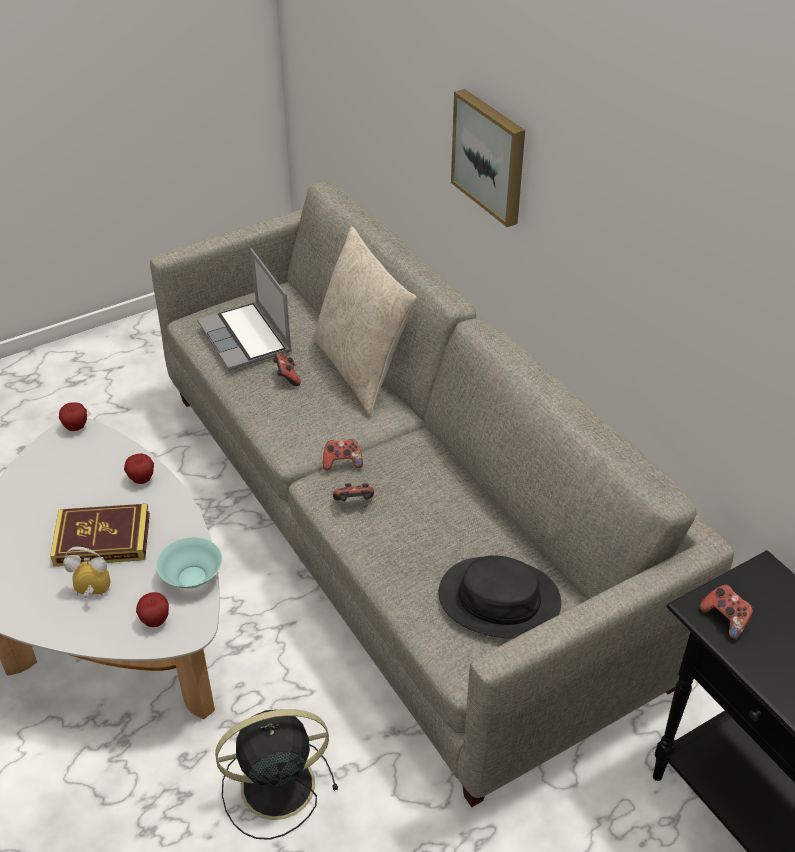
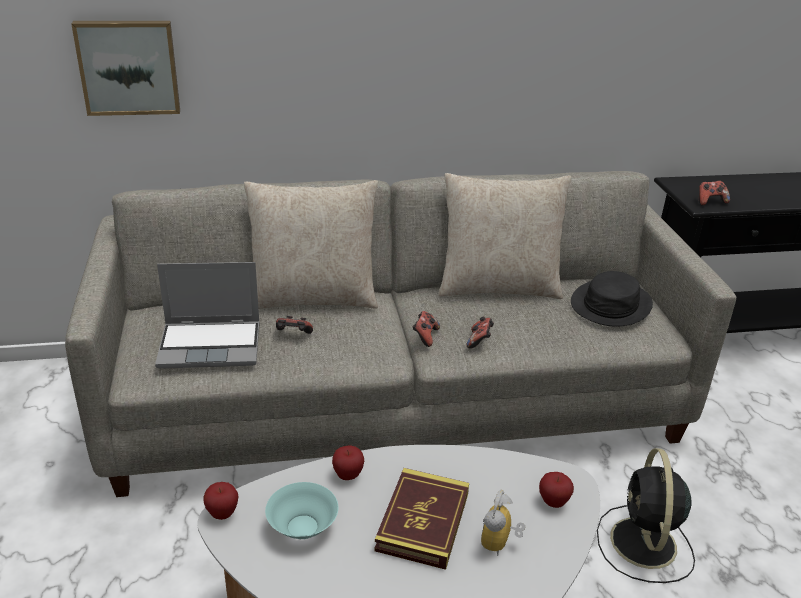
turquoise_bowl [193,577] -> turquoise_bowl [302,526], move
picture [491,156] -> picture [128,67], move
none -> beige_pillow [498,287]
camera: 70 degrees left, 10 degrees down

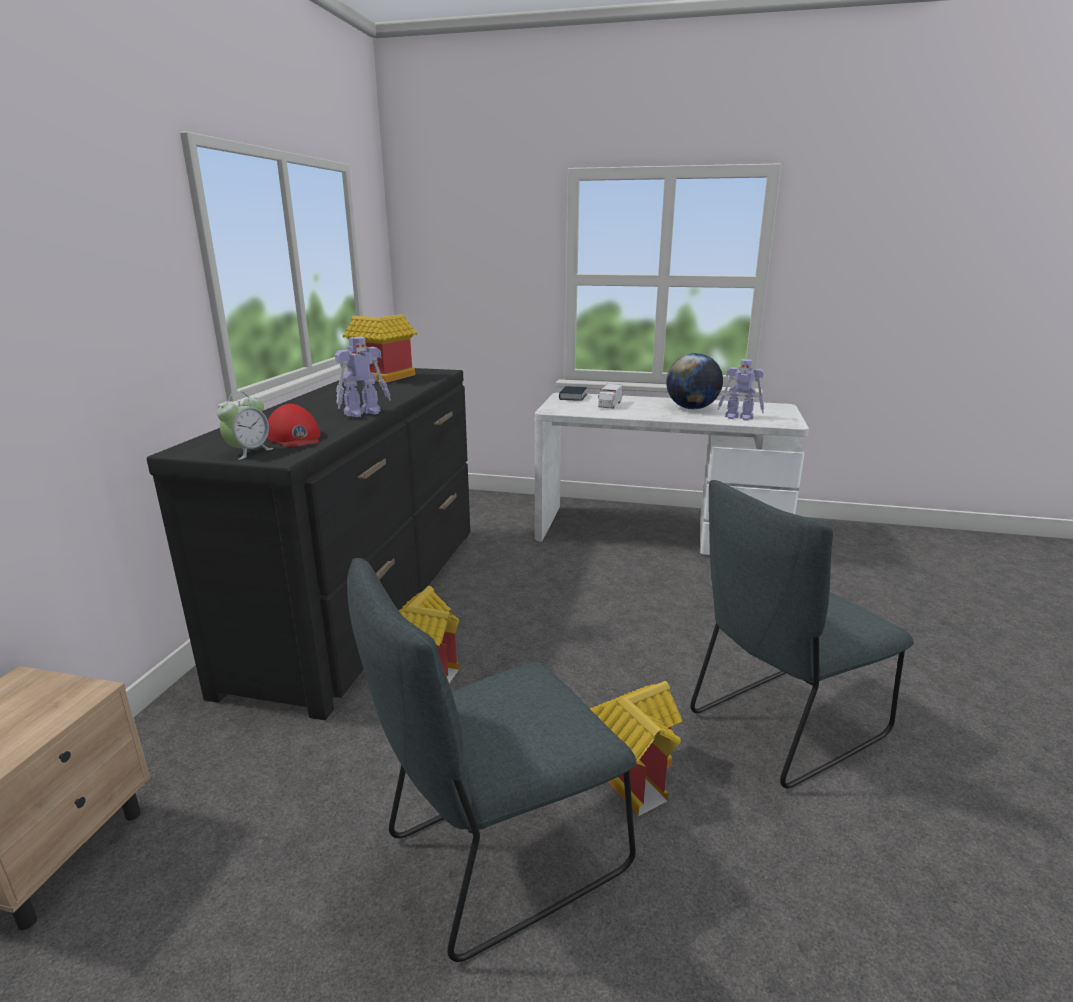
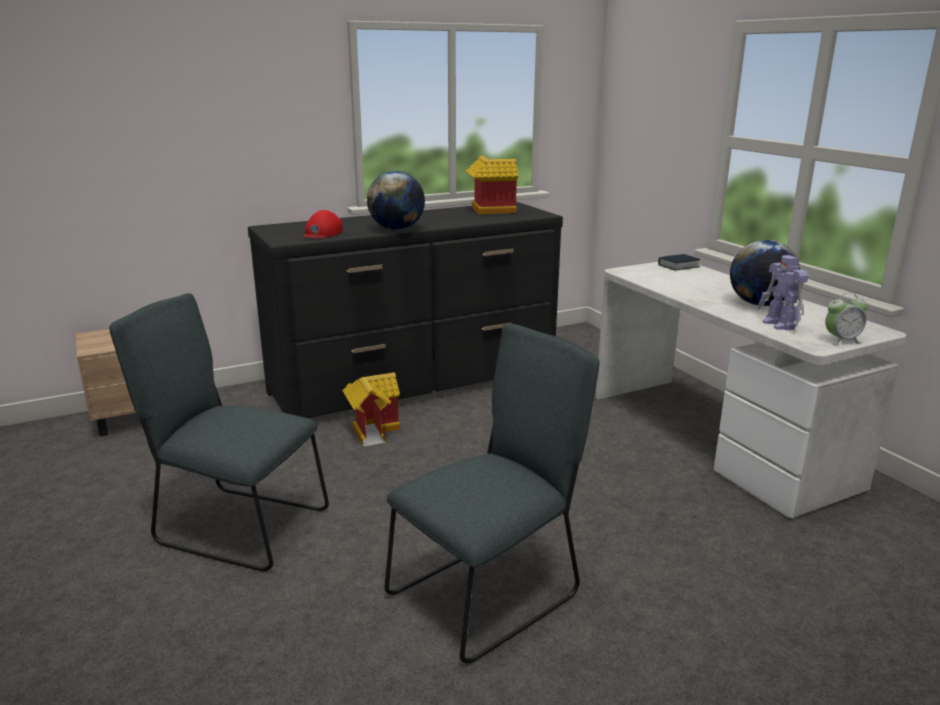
alarm_clock [249,452] -> alarm_clock [841,340], move
toy_robot [364,412] -> globe [397,229]
toy_house [632,773] -> none
toy_truck [609,405] -> none
grey_chair [780,727] -> grey_chair [490,592], 120 degrees clockwise
camera: 50 degrees right, 0 degrees up

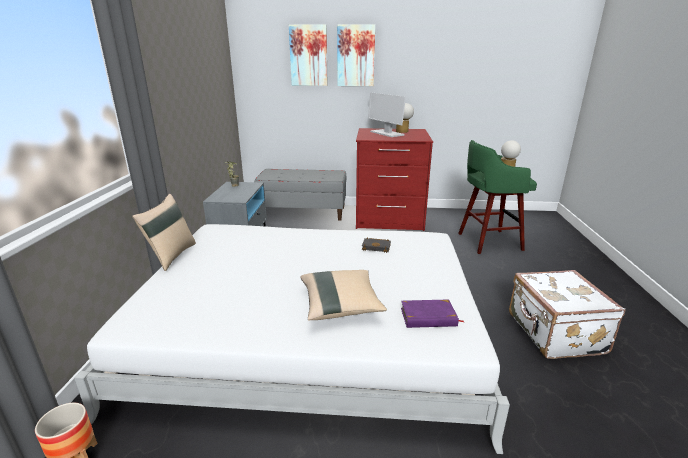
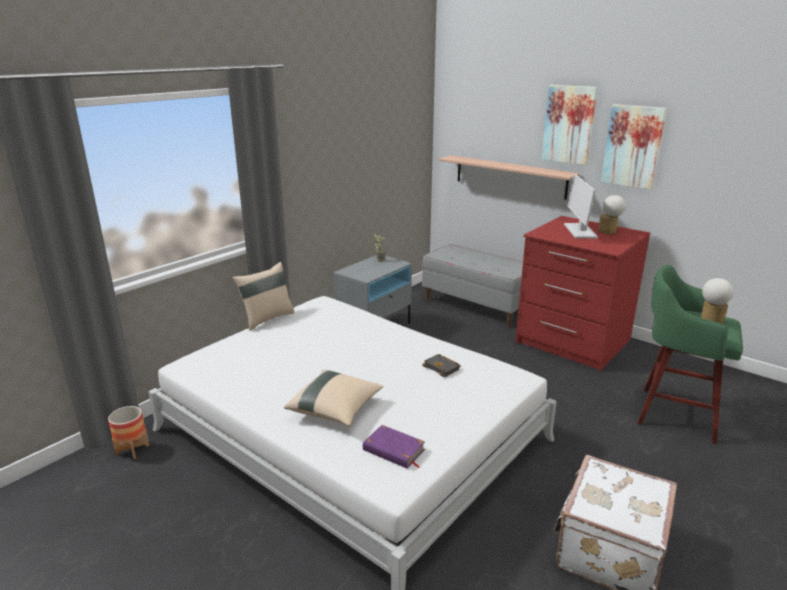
picture [308,55] -> picture [633,146], move
none -> shelf [510,176]
camera: 35 degrees right, 0 degrees up

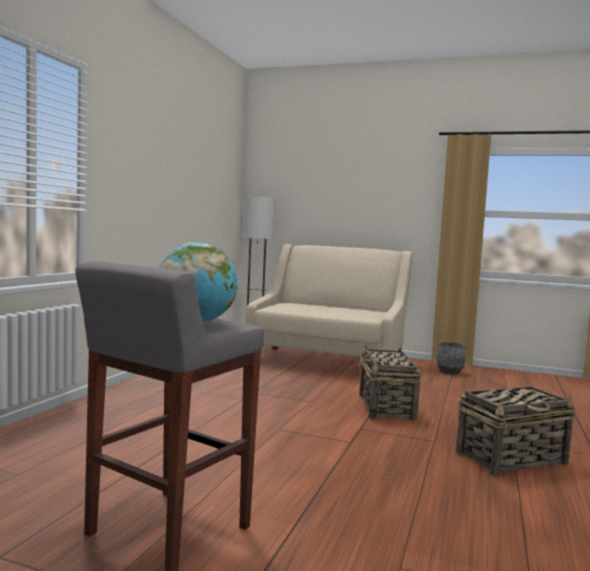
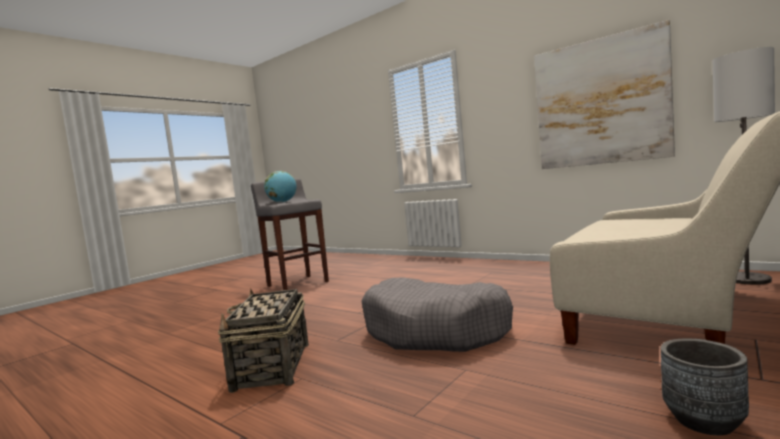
basket [386,407] -> grey_dog_bed [437,331]
none -> picture [599,102]
camera: 110 degrees right, 0 degrees up

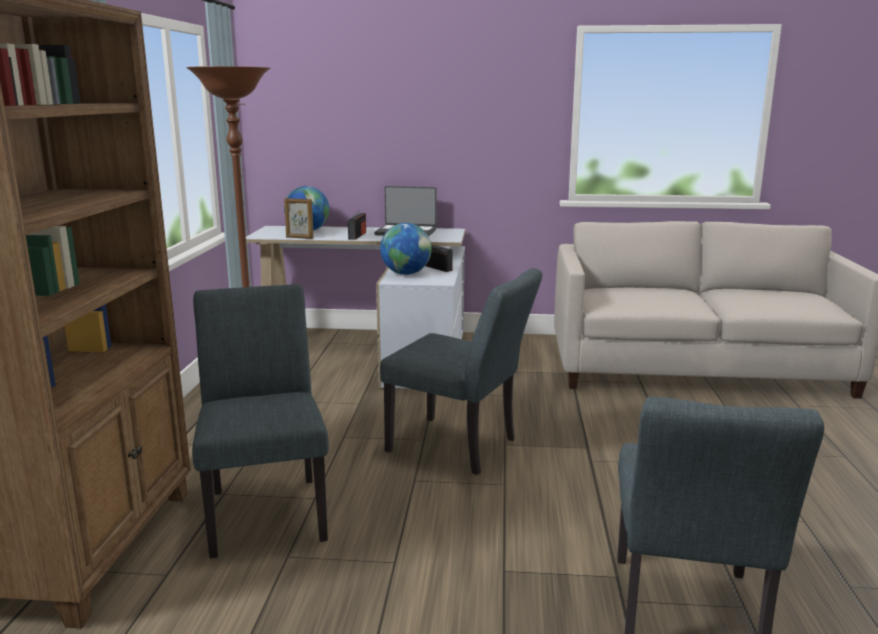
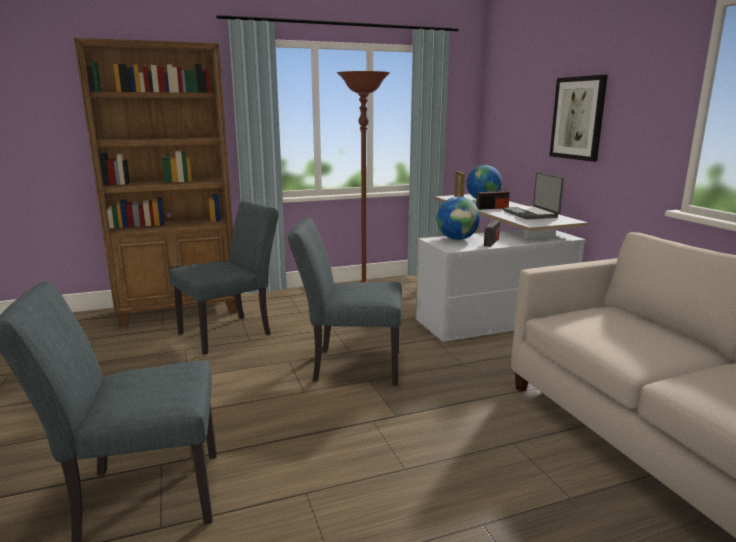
grey_chair [461,447] -> grey_chair [349,366], 90 degrees clockwise
none -> picture [578,118]
camera: 65 degrees right, 0 degrees up

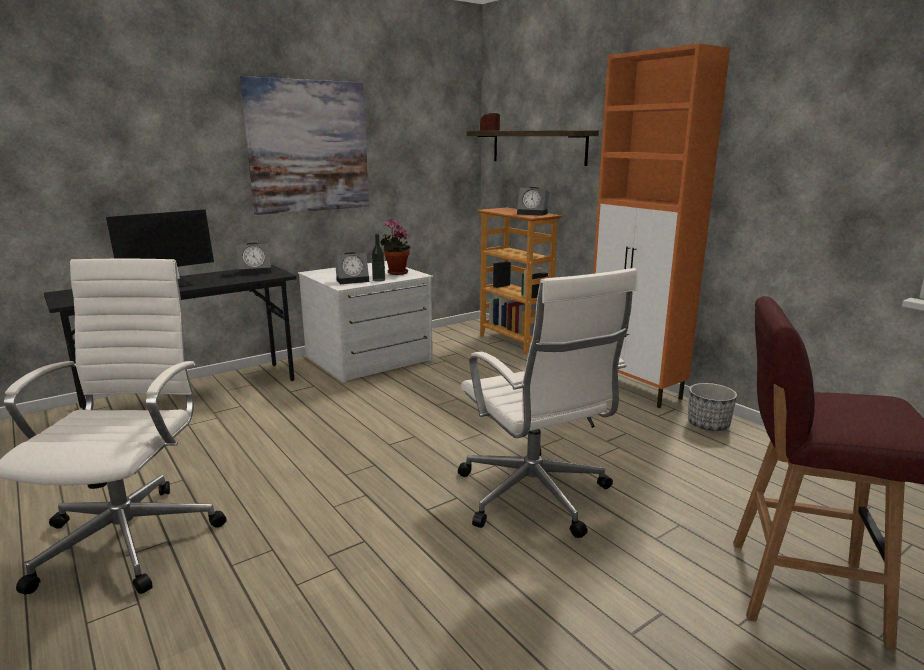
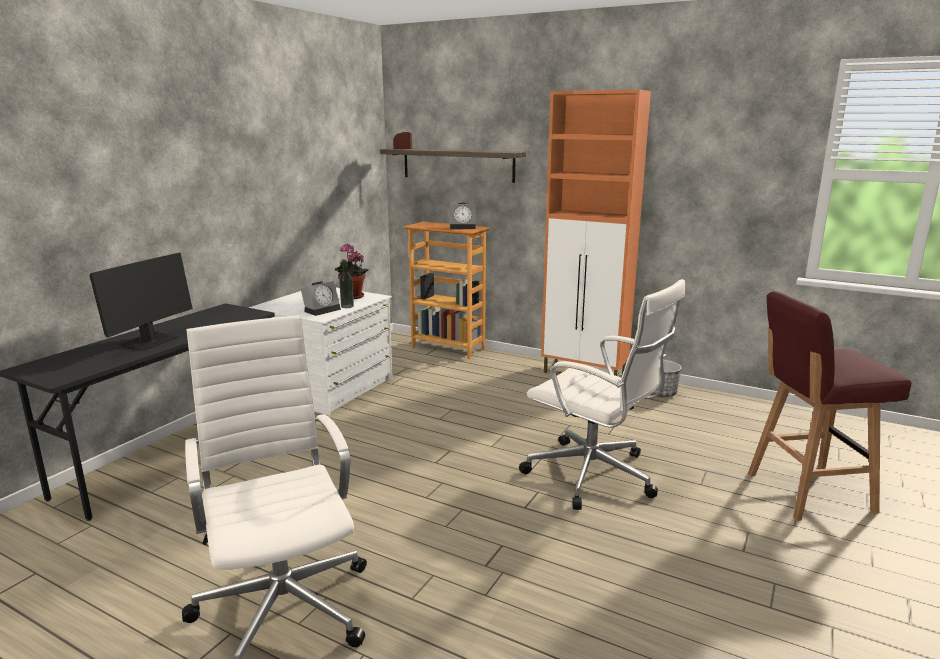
alarm_clock [256,271] -> none
picture [309,147] -> none
camera: 25 degrees left, 0 degrees up

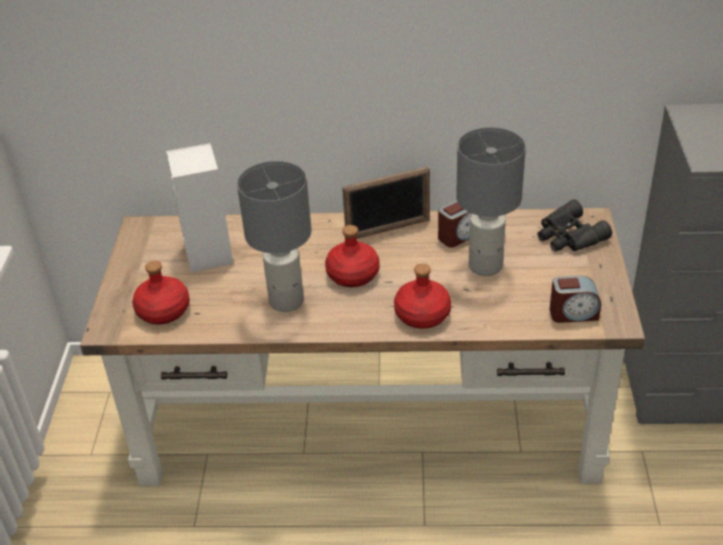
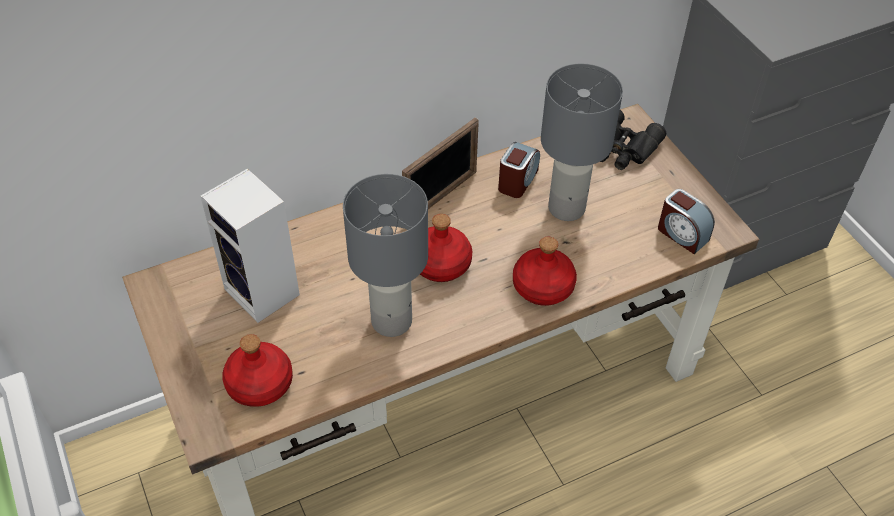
alarm_clock [573,313] -> alarm_clock [682,234], 75 degrees clockwise
camera: 30 degrees left, 10 degrees up

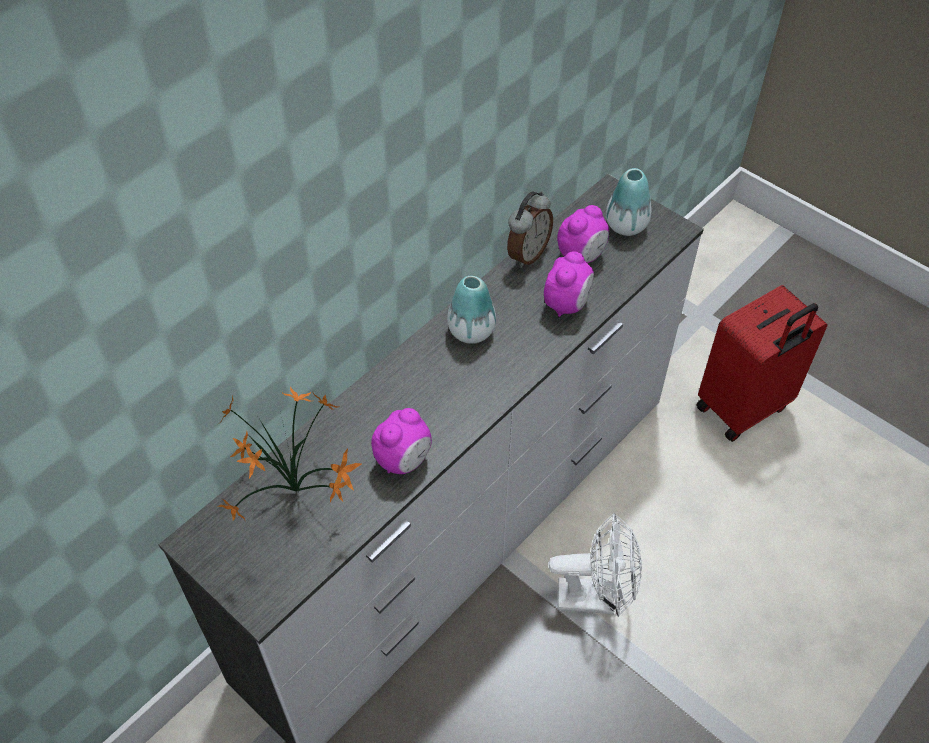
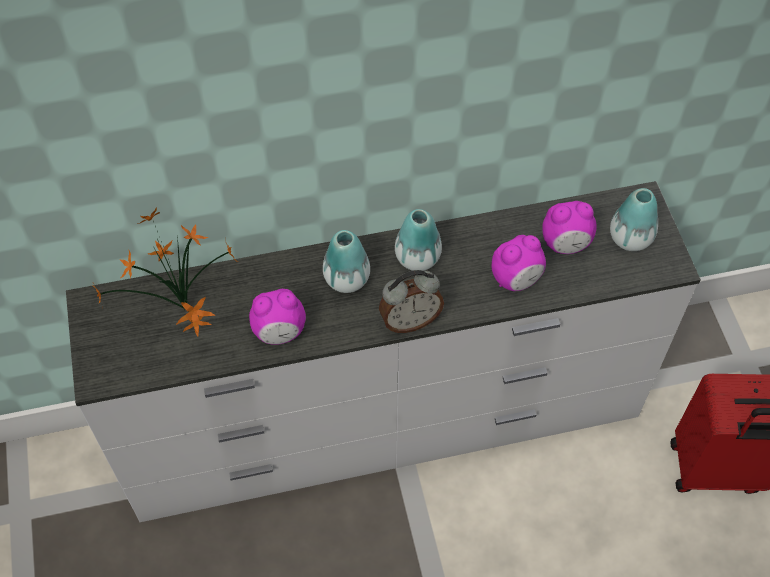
alarm_clock [527,254] -> alarm_clock [410,320], move
white_fan [595,597] -> none
none -> vase [347,279]
camera: 35 degrees right, 5 degrees up

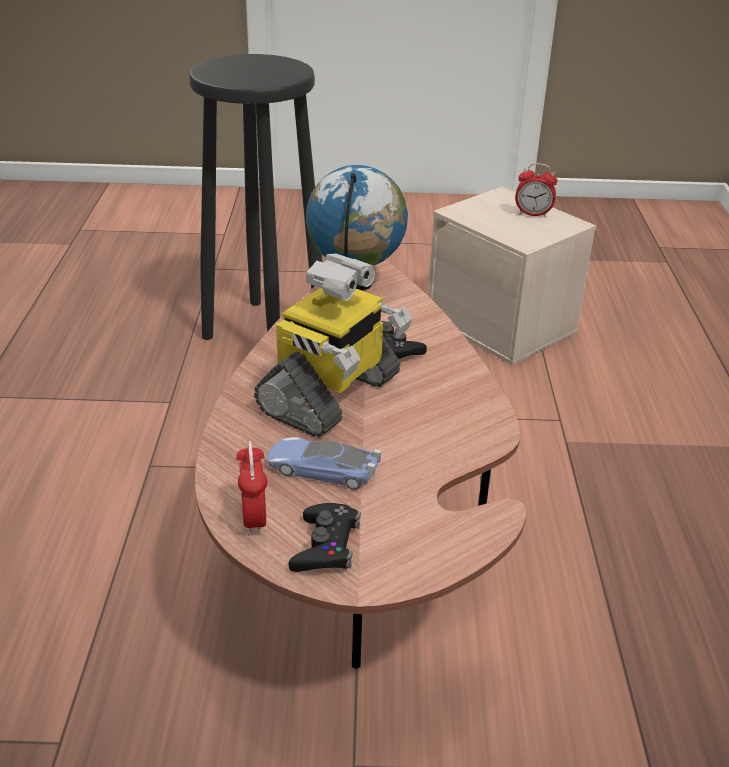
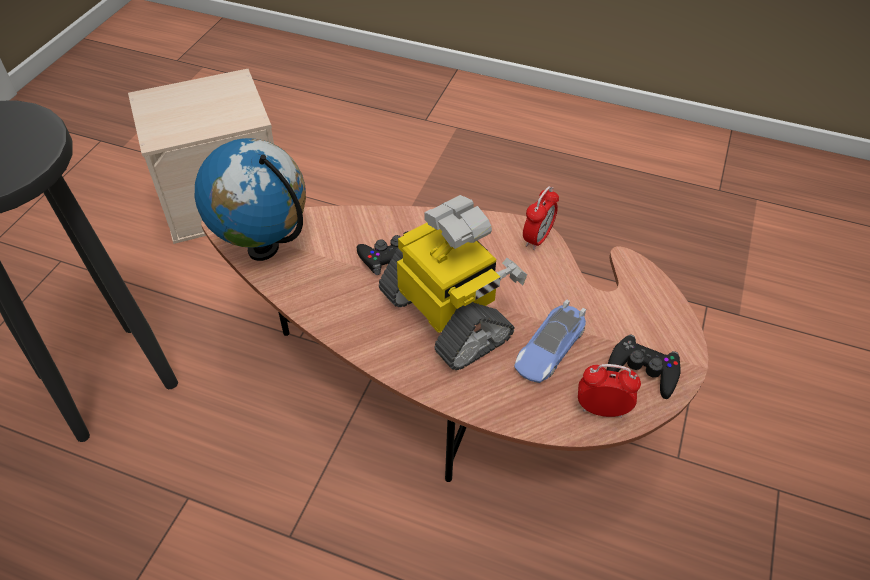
alarm_clock [533,214] -> alarm_clock [537,238], move
camera: 70 degrees left, 15 degrees up

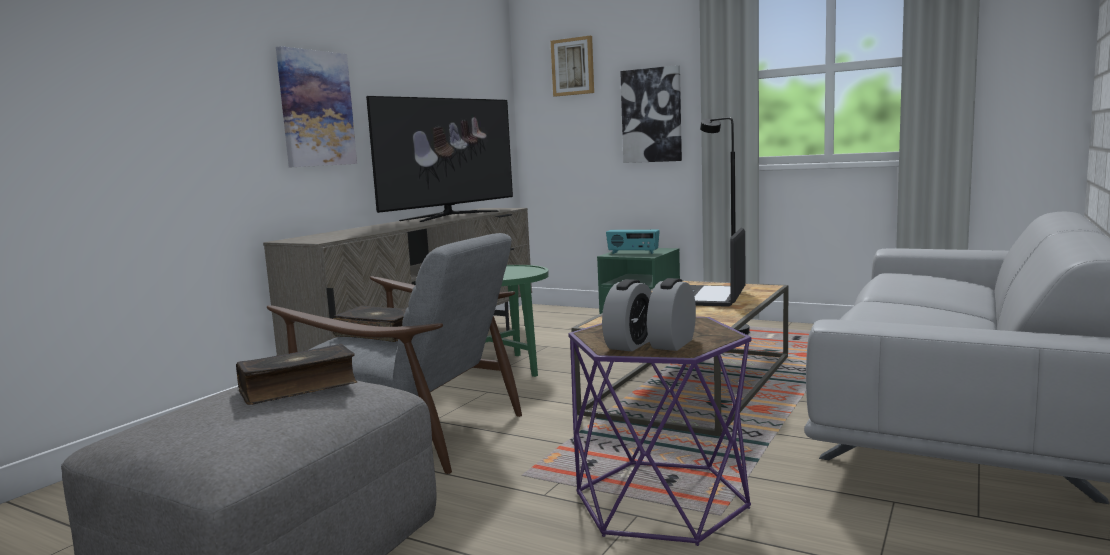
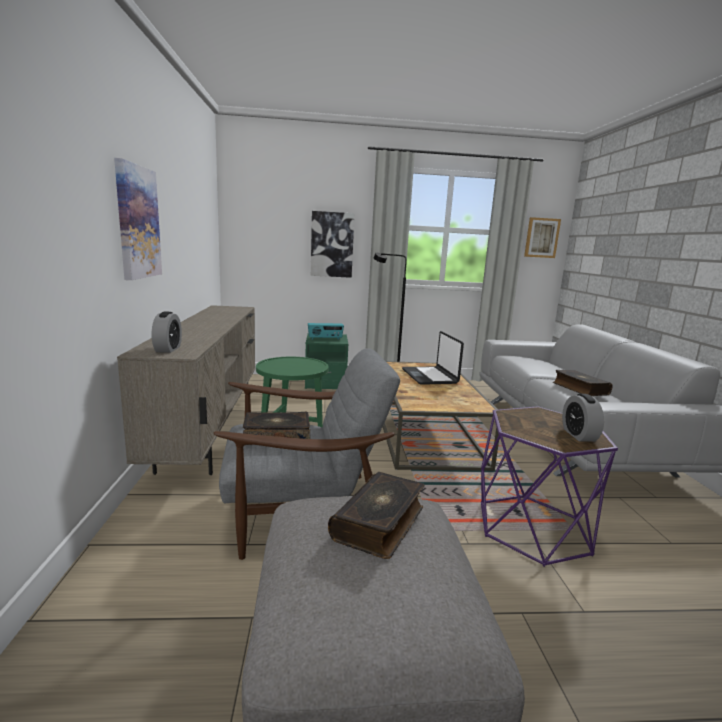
television [449,216] -> none
picture [573,66] -> picture [541,238], move
alarm_clock [630,344] -> alarm_clock [168,349], move
none -> book [579,389]
camera: 35 degrees left, 5 degrees up

